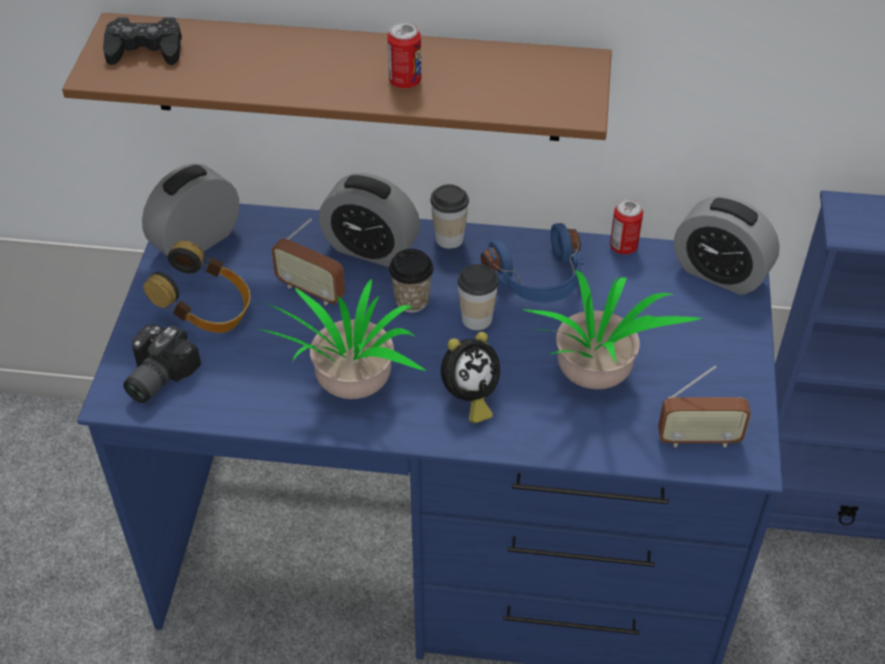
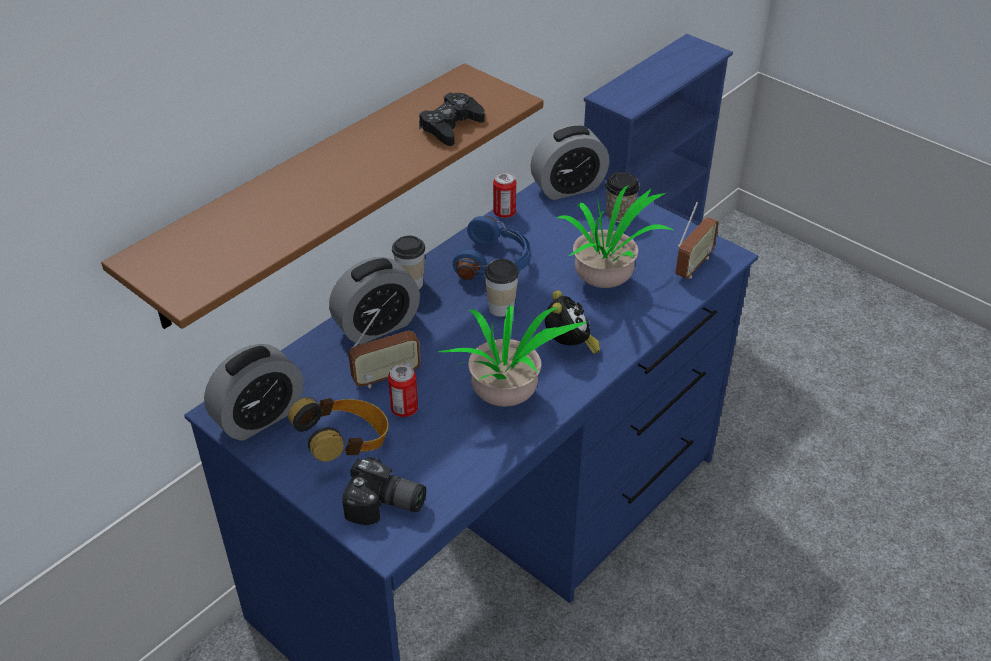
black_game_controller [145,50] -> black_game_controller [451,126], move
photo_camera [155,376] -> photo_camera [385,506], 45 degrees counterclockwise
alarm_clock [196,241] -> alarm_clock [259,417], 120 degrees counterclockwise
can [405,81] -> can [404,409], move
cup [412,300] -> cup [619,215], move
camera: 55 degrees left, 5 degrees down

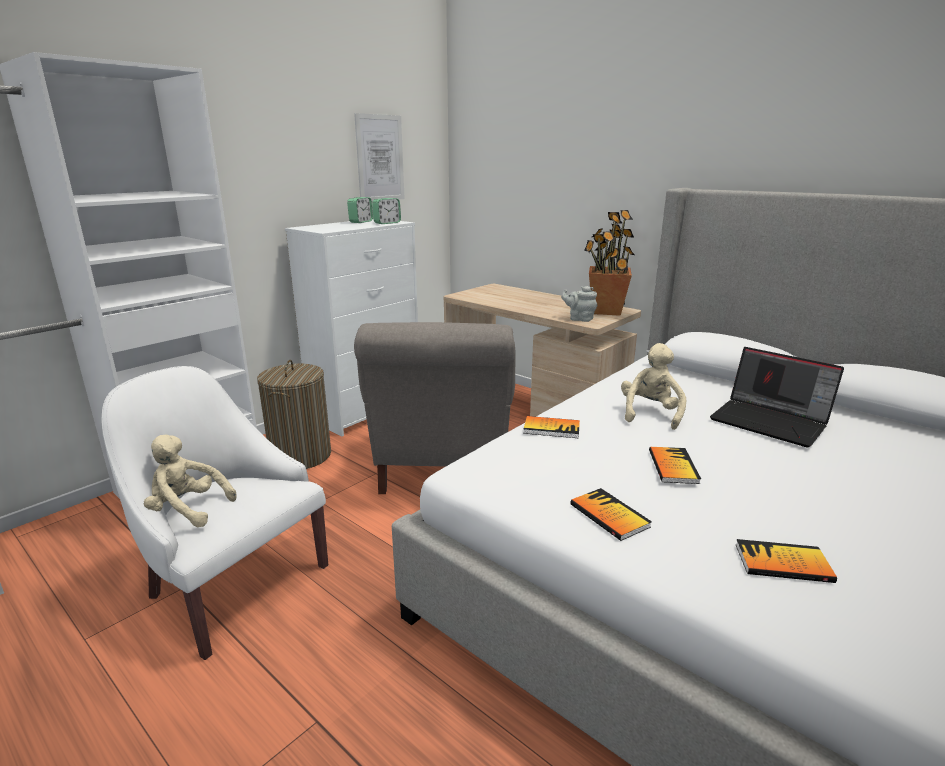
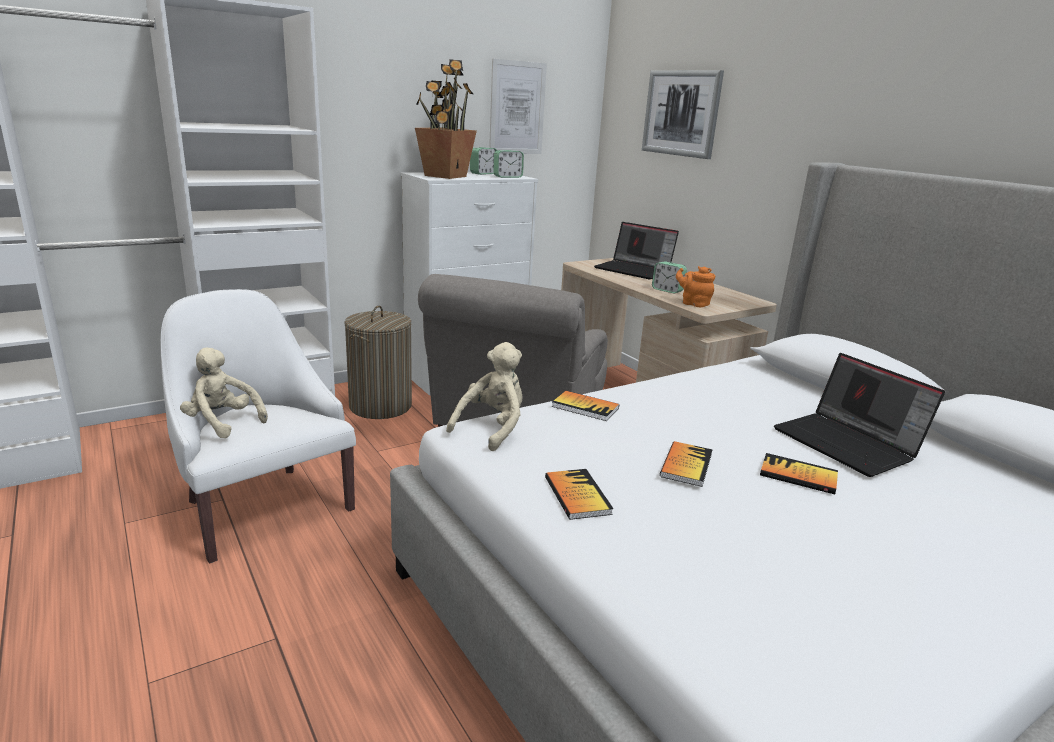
grey_teapot [579,319] -> orange_teapot [693,303]
potted_plant [605,311] -> potted_plant [444,176], move
beige_plush_toy [650,413] -> beige_plush_toy [492,428], move
book [783,563] -> book [798,475], move
none -> laptop [635,270]
none -> picture [681,113]
none -> alarm_clock [667,290]
camera: 15 degrees right, 0 degrees up

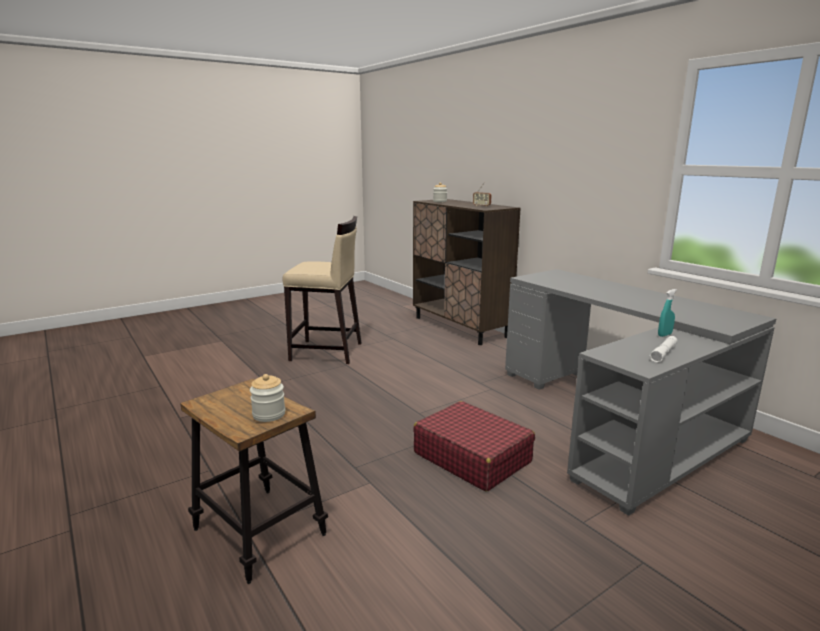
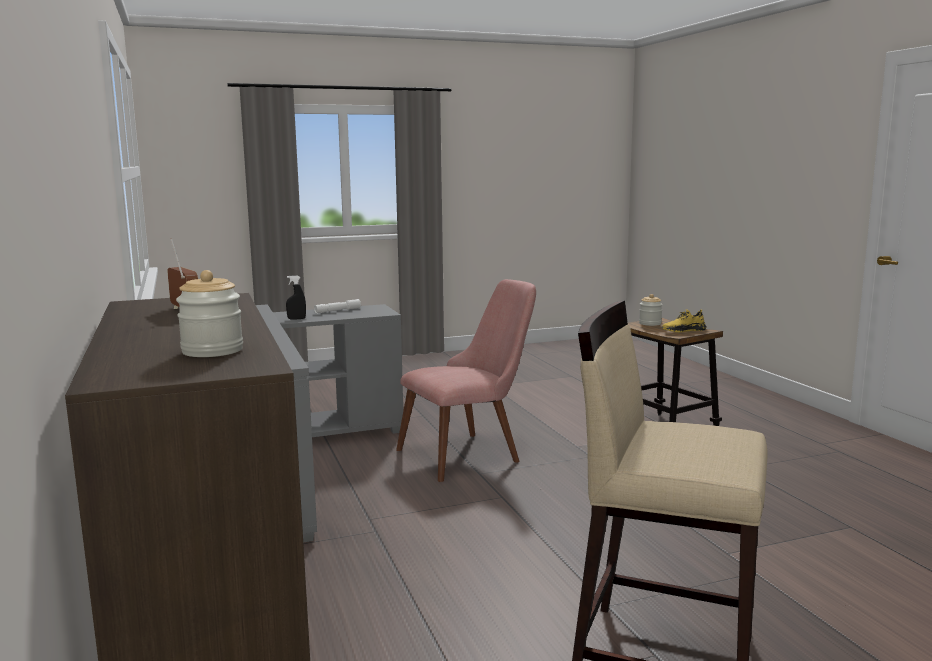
red_suitcase [472,457] -> pink_chair [471,452]
turquoise_spray_bottle [664,335] -> black_spray_bottle [296,319]
none -> yellow_shoe [683,330]
camera: 165 degrees left, 5 degrees down

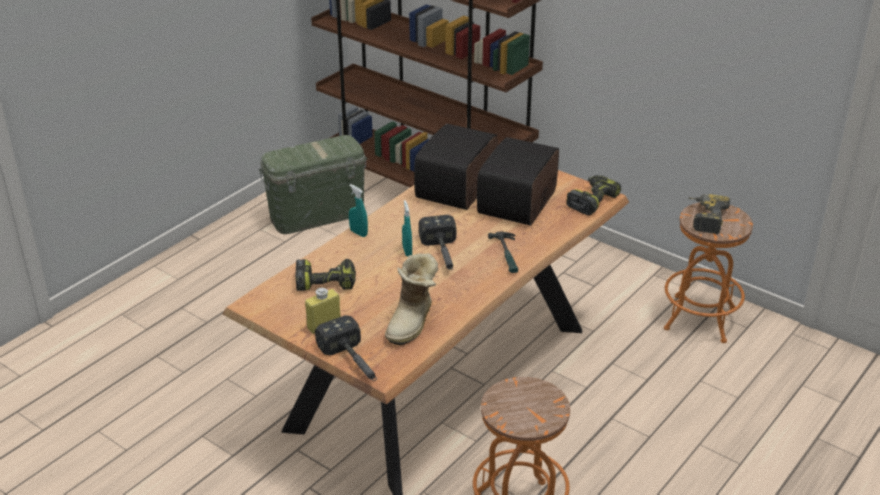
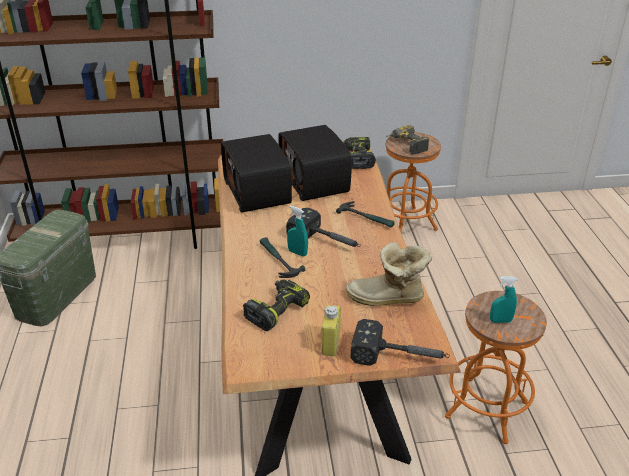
turquoise_spray_bottle [358,233] -> turquoise_spray_bottle [500,321], move
boot [413,322] -> boot [387,299], 120 degrees clockwise
none -> hammer [277,260]
camera: 45 degrees left, 0 degrees up

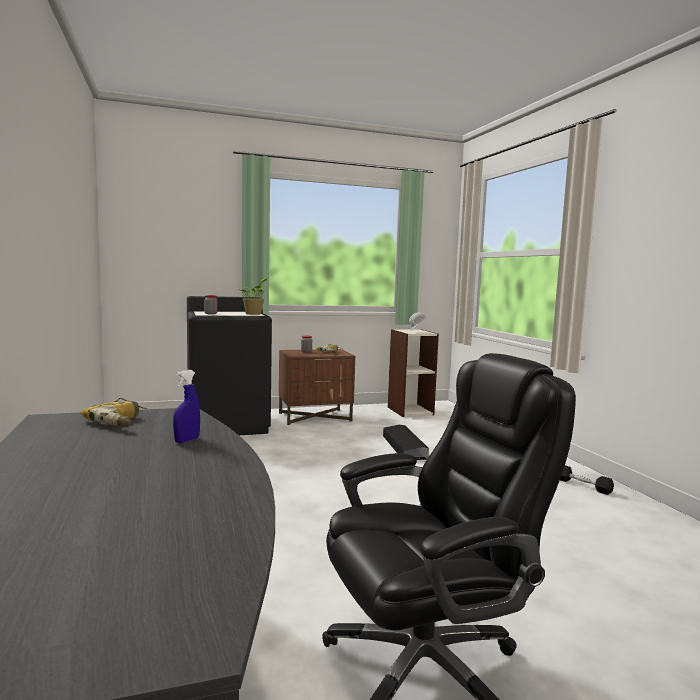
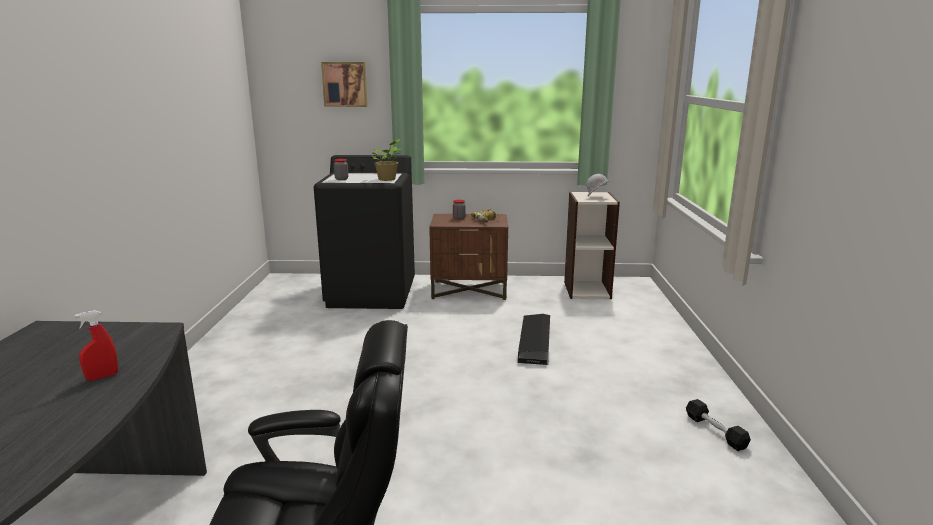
power_drill [120,421] -> none
blue_spray_bottle [187,440] -> red_spray_bottle [102,377]
none -> picture [345,84]
camera: 20 degrees right, 10 degrees up

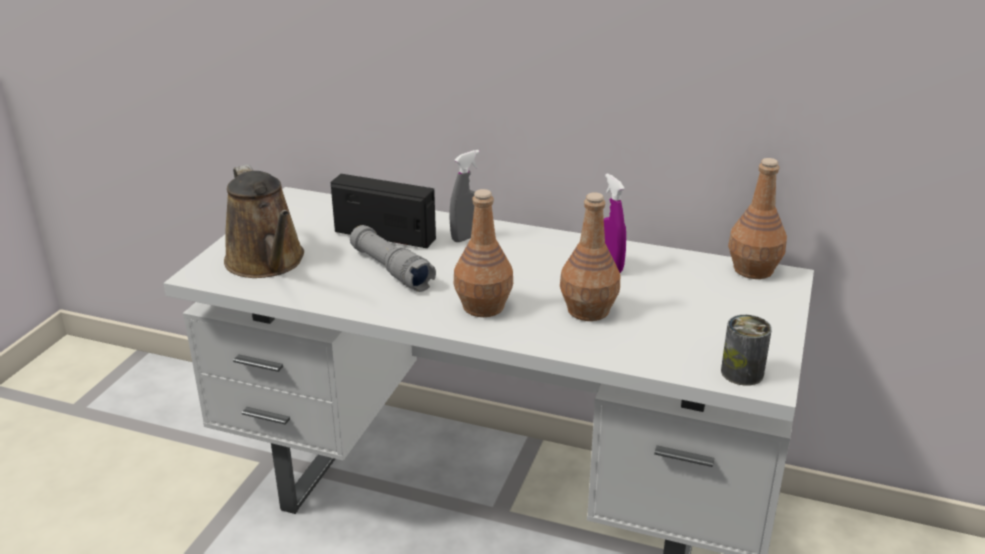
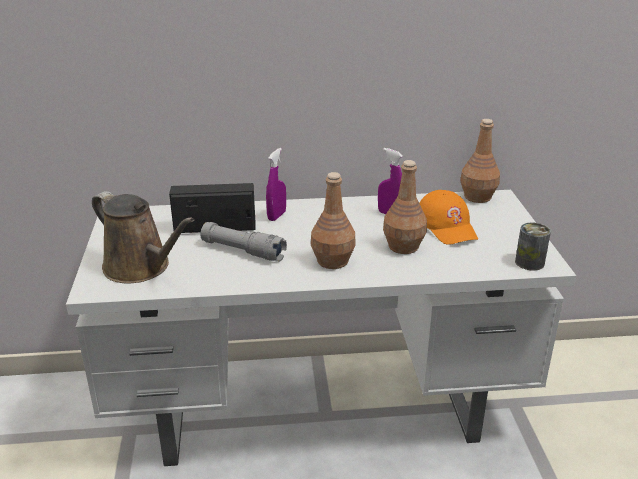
grey_spray_bottle [467,237] -> purple_spray_bottle [276,216]
none -> orange_cap [446,226]
camera: 25 degrees left, 0 degrees up

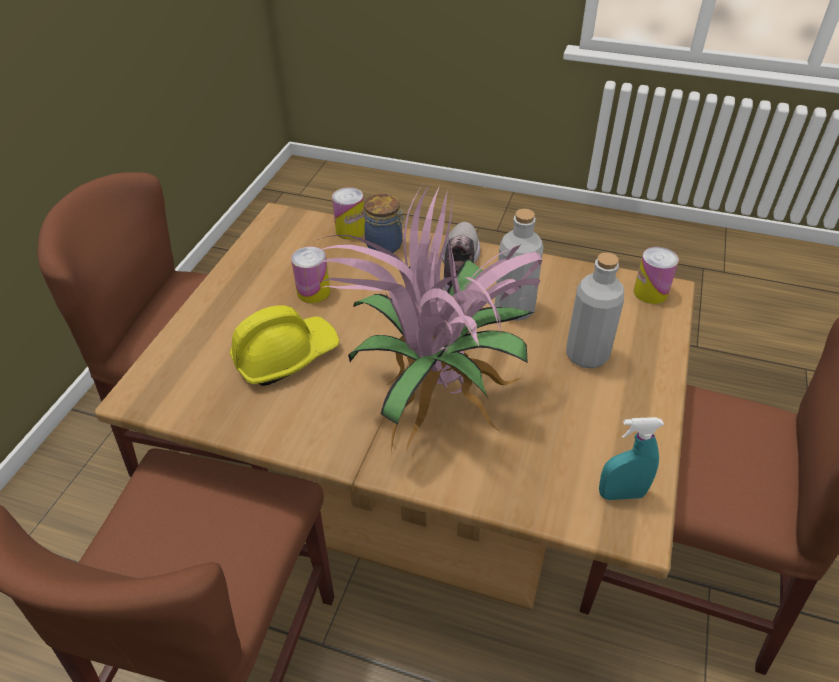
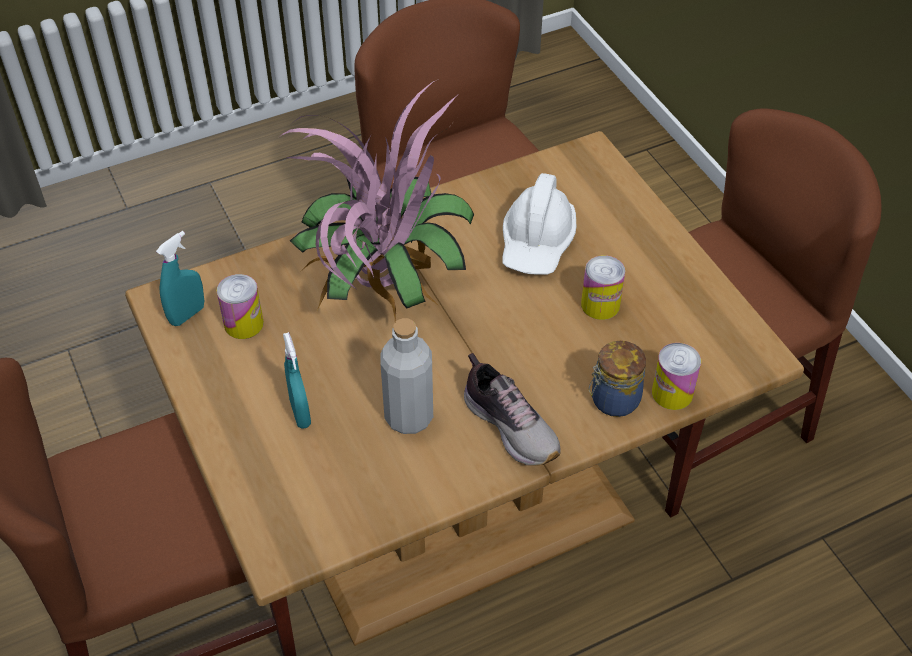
yellow_hard_hat [285,356] -> white_hard_hat [537,242]
grey_bottle [587,355] -> turquoise_spray_bottle [300,413]
can [650,292] -> can [243,324], move
camera: 135 degrees right, 5 degrees up

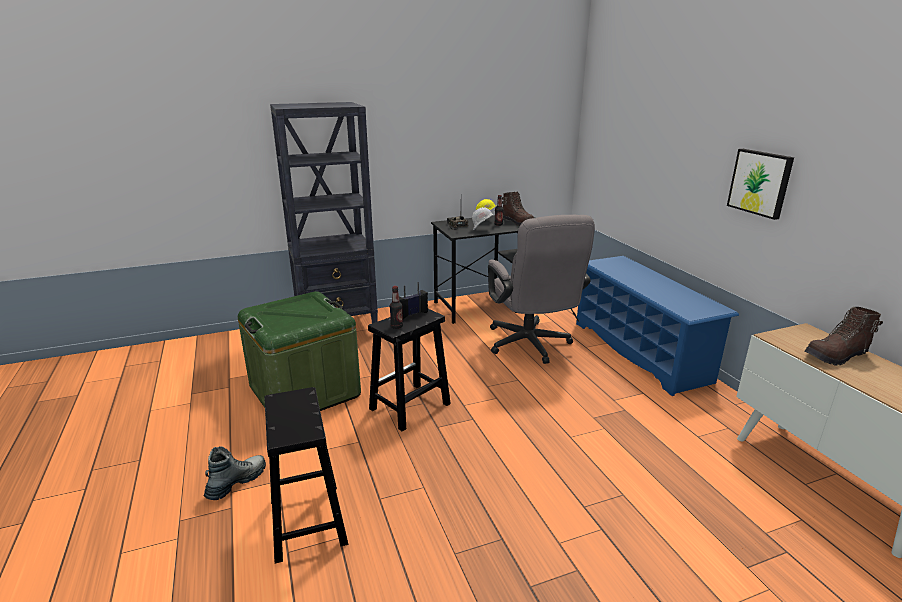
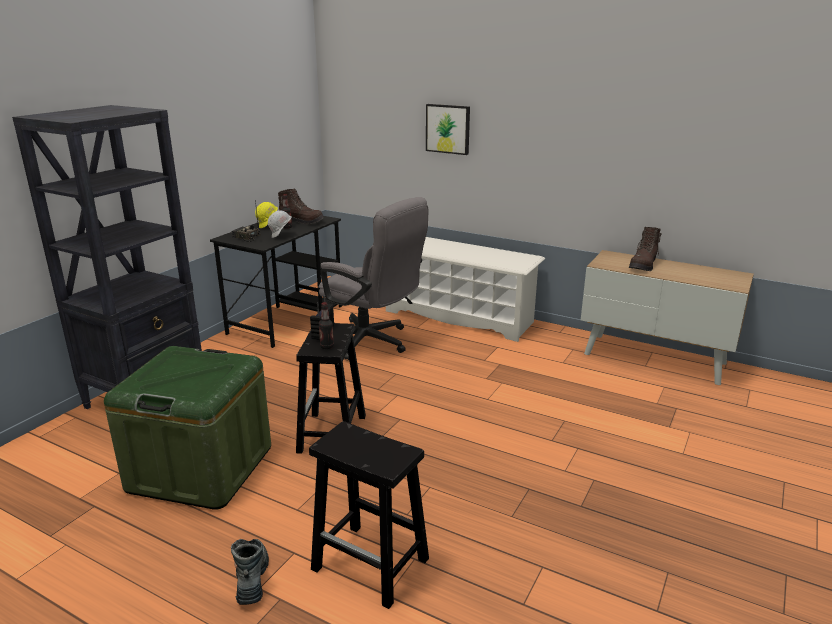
blue_shoe_rack [640,351] -> white_shoe_rack [460,316]
picture [760,183] -> picture [448,129], move
camera: 40 degrees left, 0 degrees up

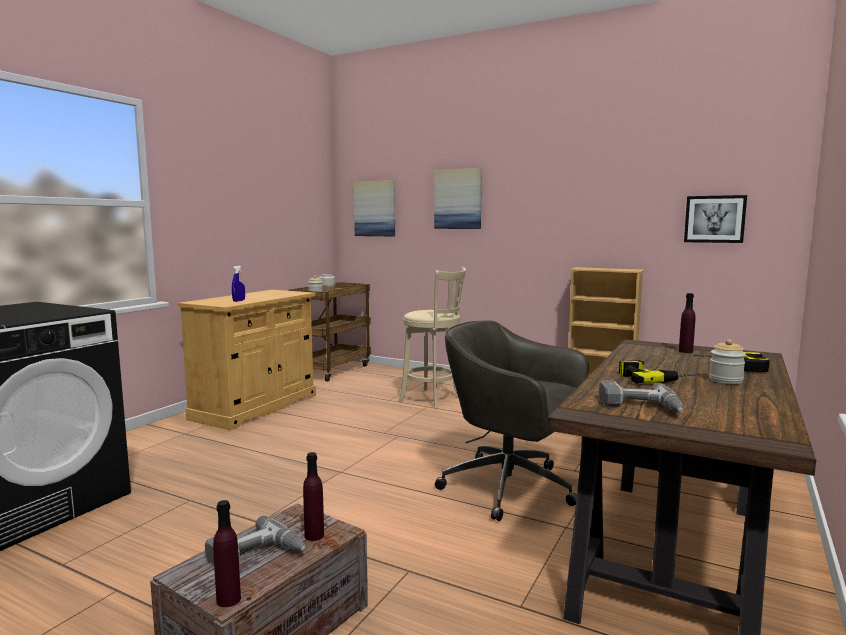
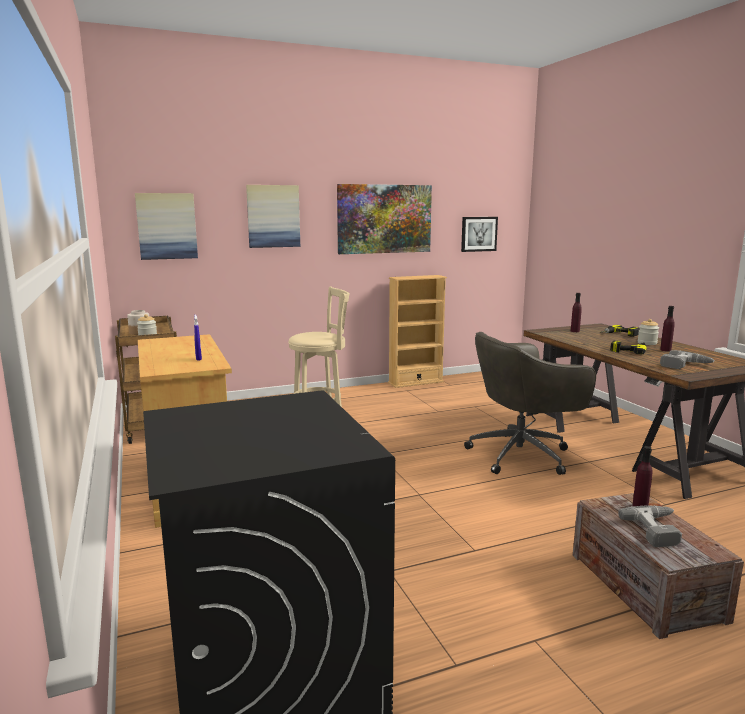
purple_bottle [228,599] -> purple_bottle [665,350], move
none -> picture [384,219]
camera: 50 degrees left, 5 degrees up

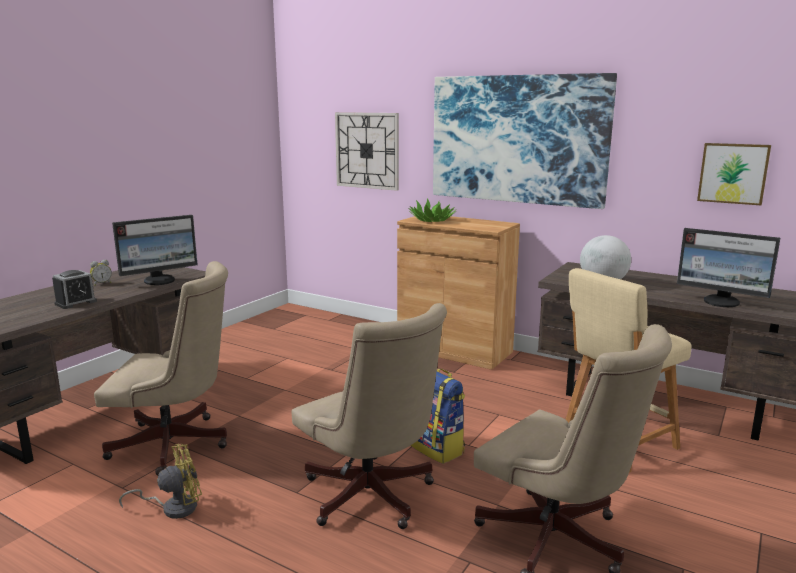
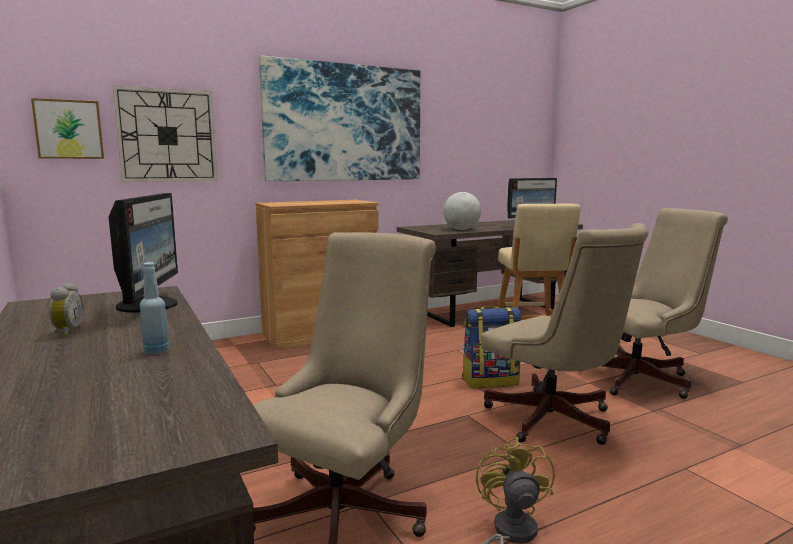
alarm_clock [76,303] -> blue_bottle [156,351]
beige_office_chair [372,499] -> beige_office_chair [555,422], 60 degrees clockwise
potted_plant [432,220] -> none
picture [733,173] -> picture [69,129], move
camera: 60 degrees left, 5 degrees down

